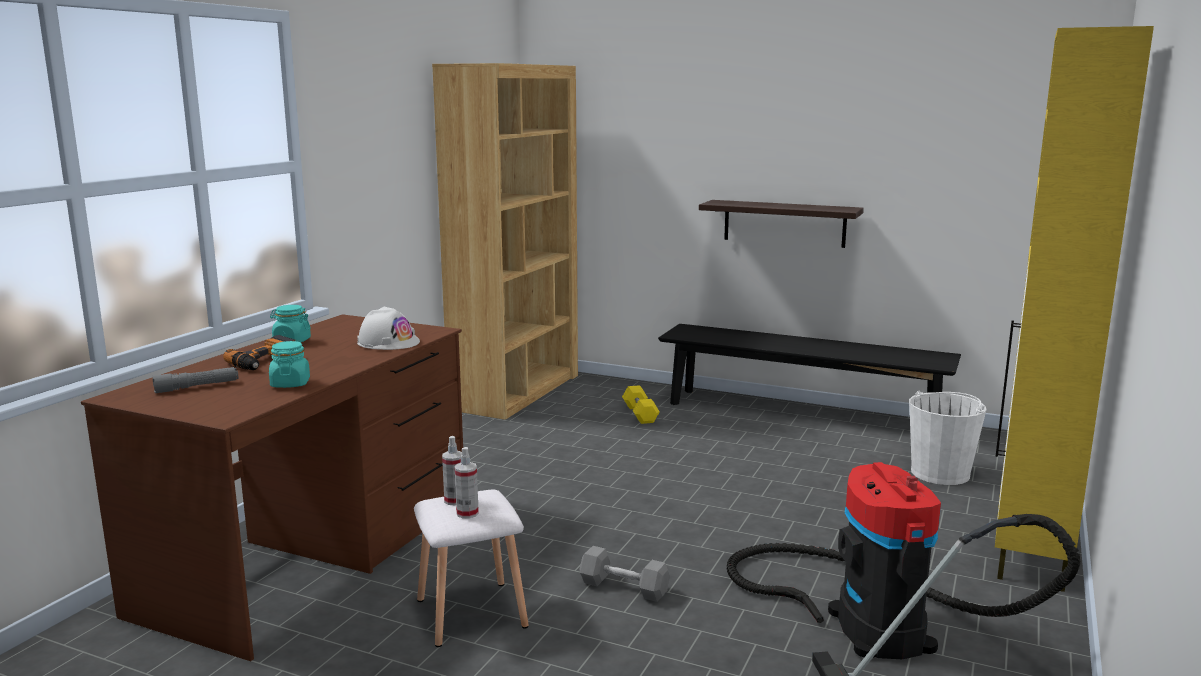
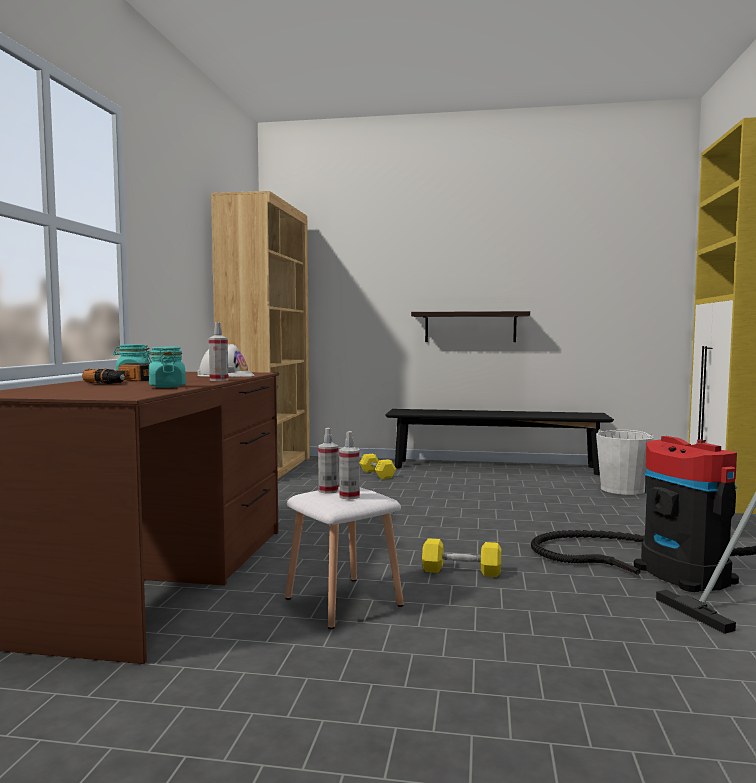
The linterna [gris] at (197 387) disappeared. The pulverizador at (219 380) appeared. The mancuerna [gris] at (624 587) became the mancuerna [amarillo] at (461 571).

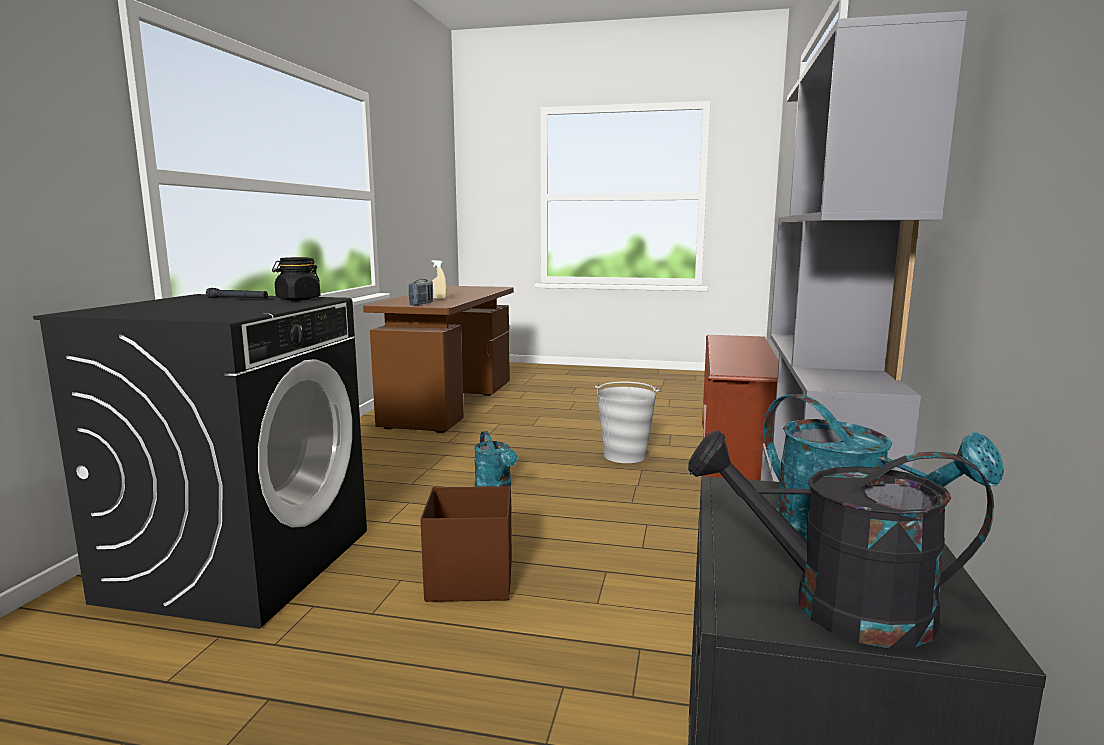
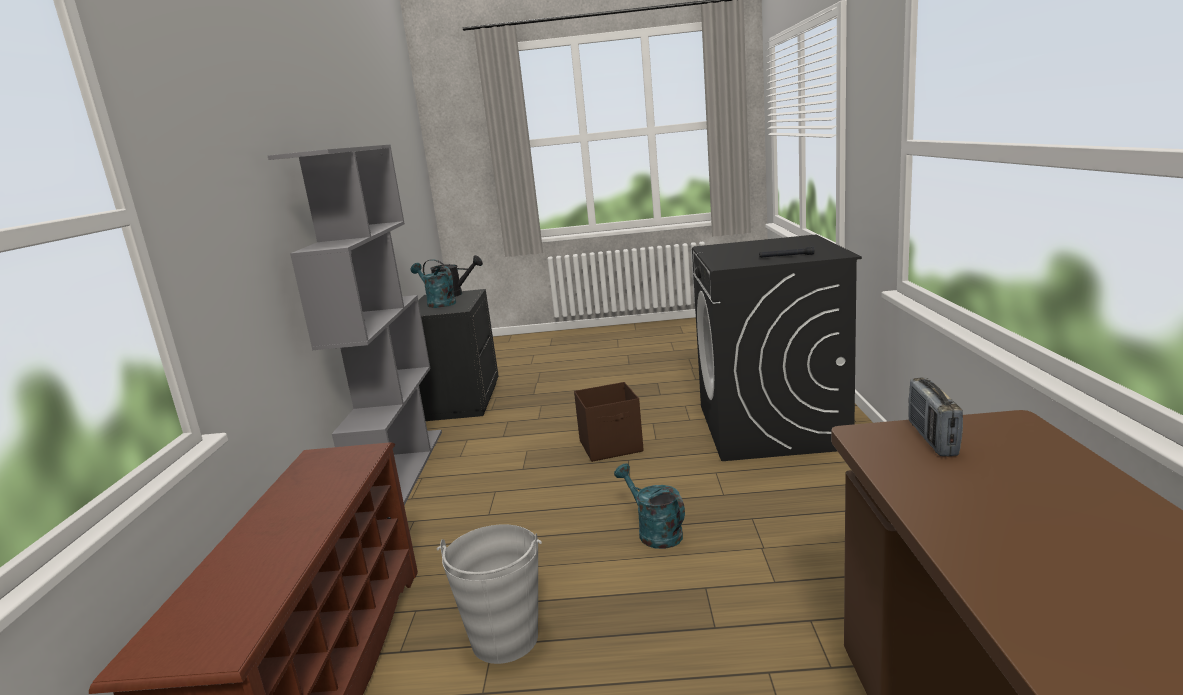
The tarro [negro] at (298 299) disappeared. The pulverizador [beis] at (439 298) disappeared.

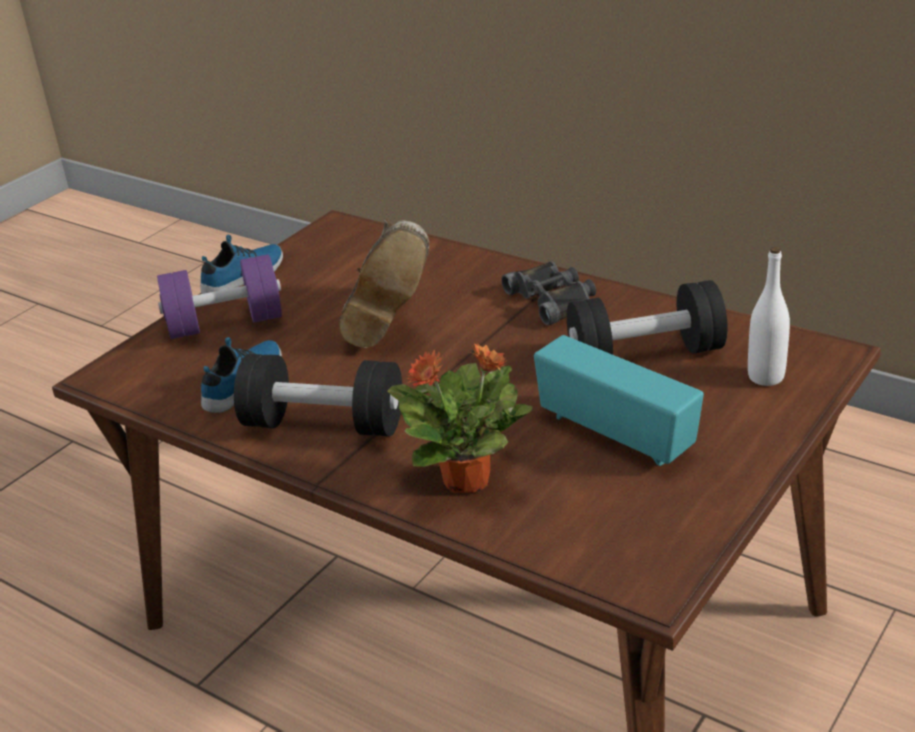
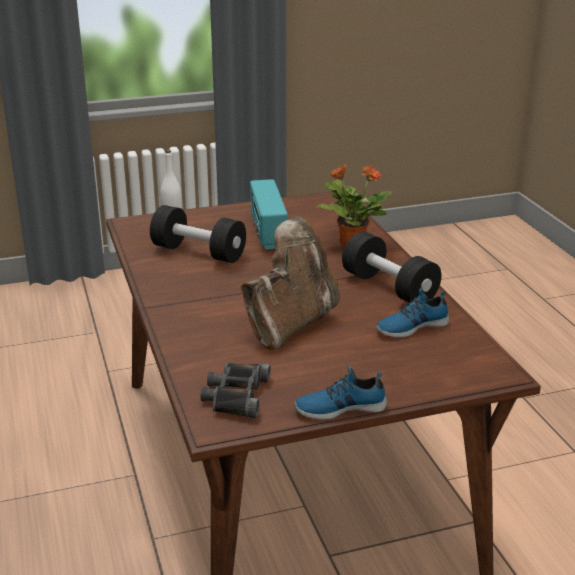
The mancuerna [morado] at (225 323) disappeared. The prismáticos [negro] moved from (553 299) to (235 395).

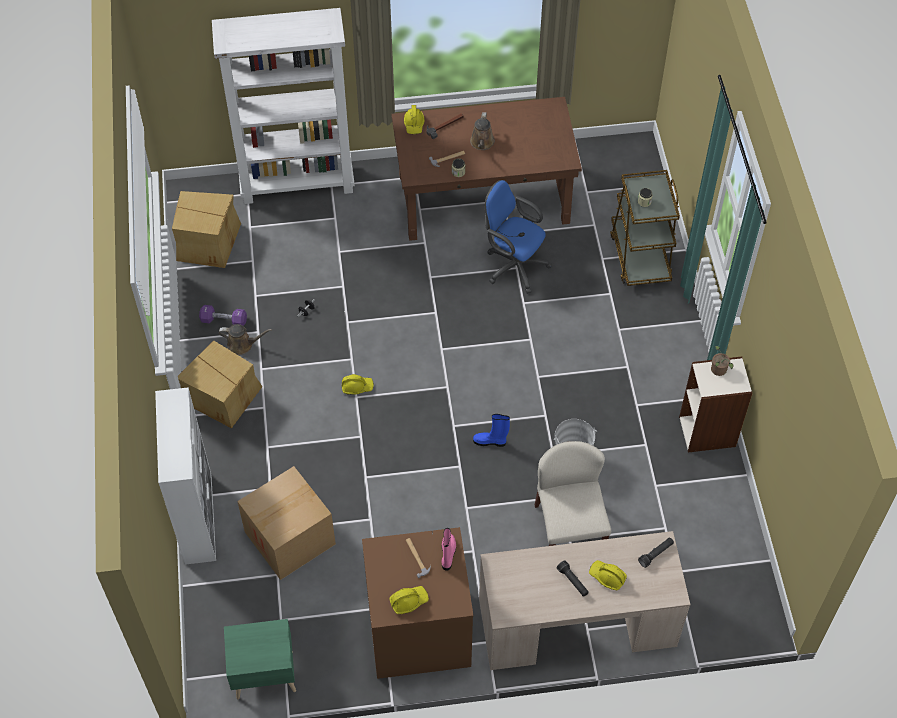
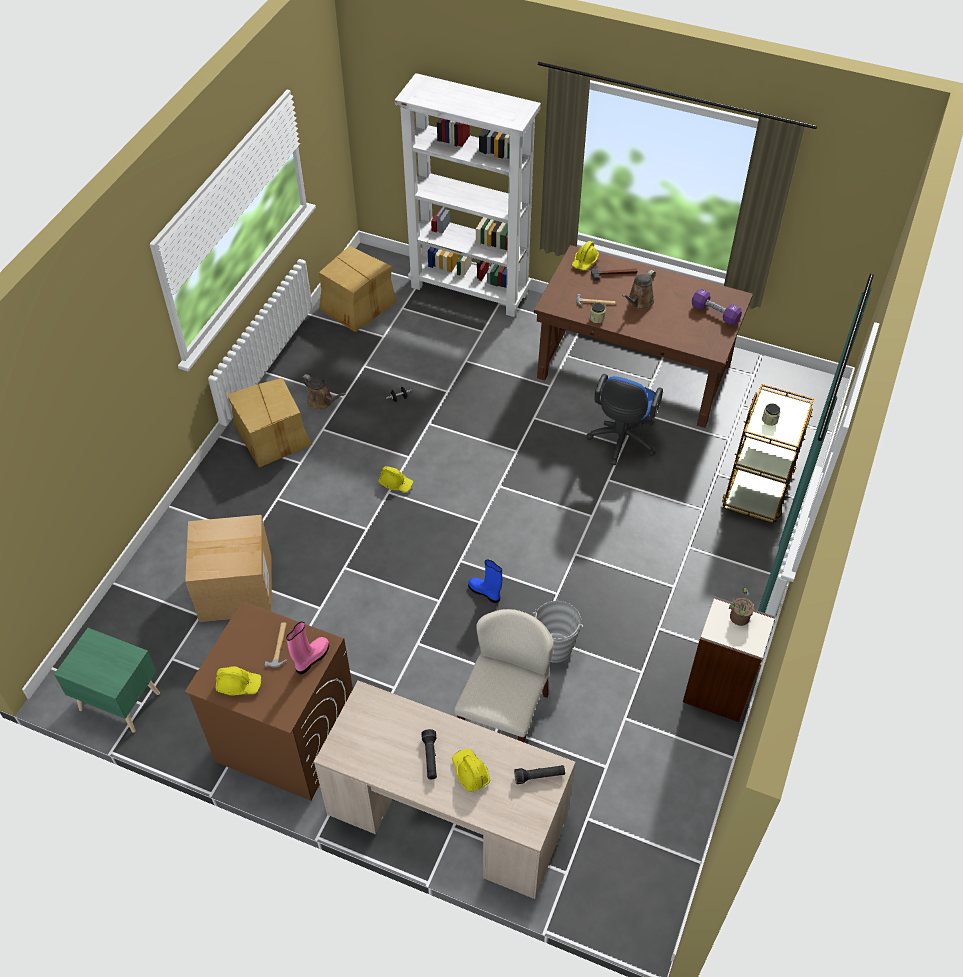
The armario [blanco] at (198 518) disappeared. The mancuerna [morado] moved from (224 320) to (715 313). The silla de oficina [azul] at (513 265) turned 135 degrees counterclockwise.

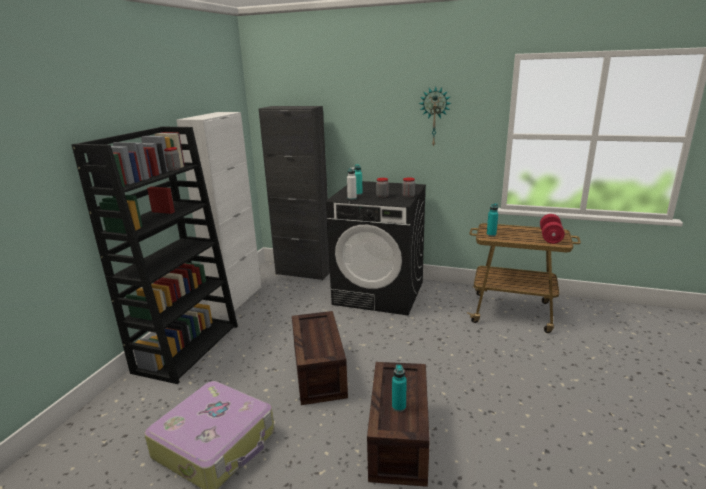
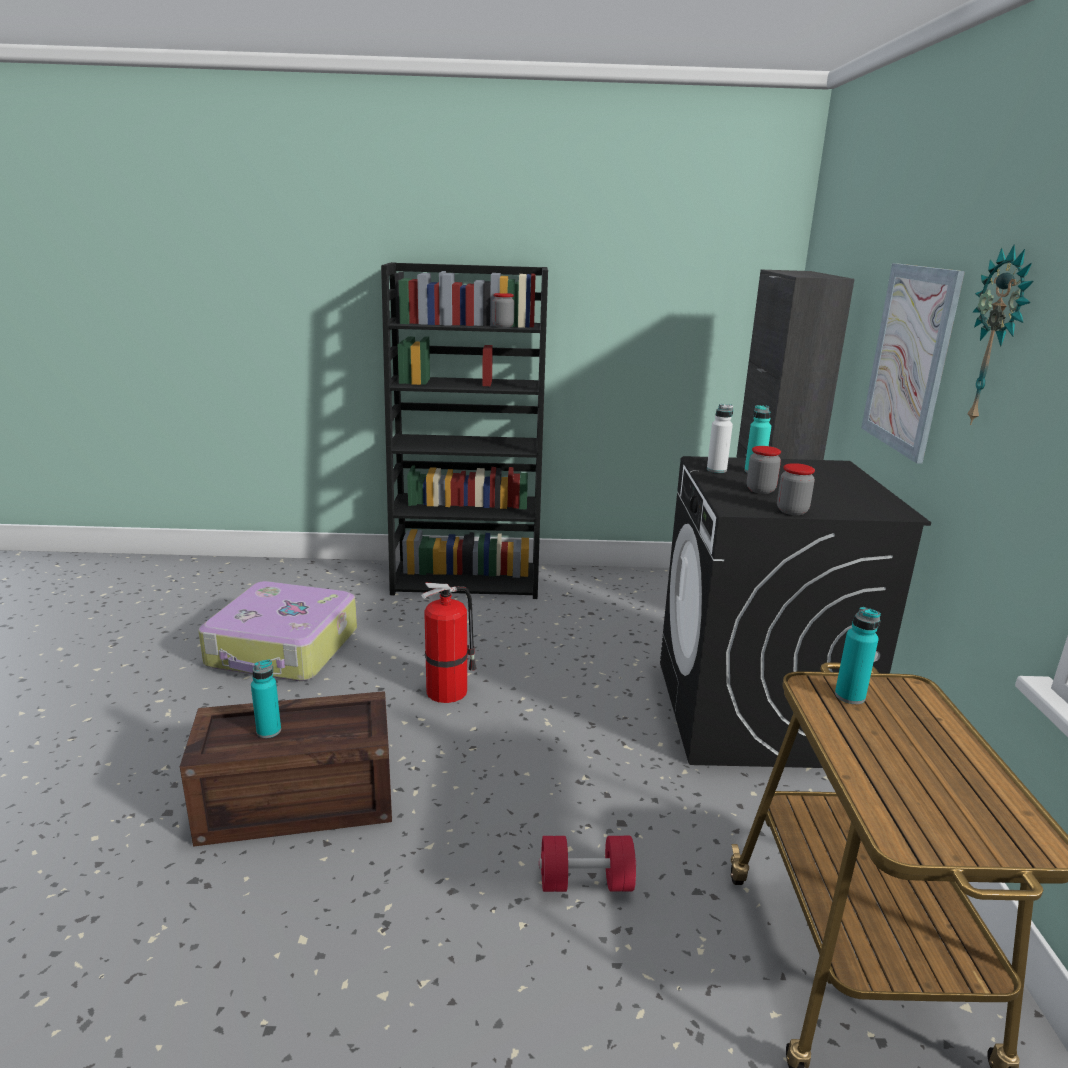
The armario [blanco] at (236 298) disappeared. The cuadro at (909 359) appeared. The mancuerna [rojo] moved from (550 237) to (586 882). The caja de embalaje at (317 372) was replaced by the extintor at (449 690).

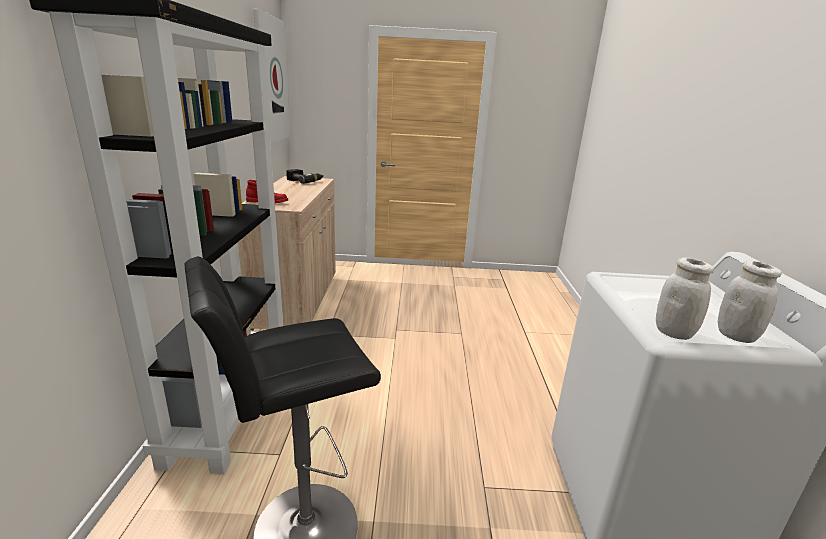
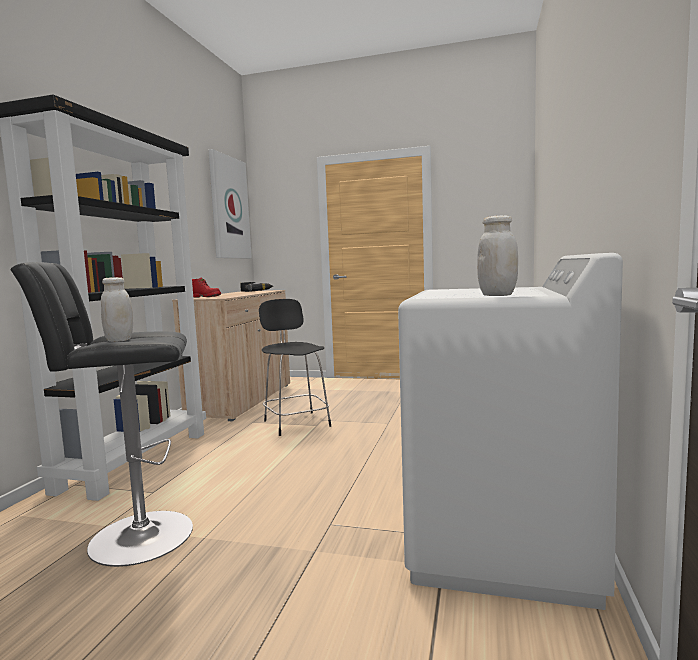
The taburete [negro] at (296 423) appeared. The tarro [blanco] moved from (673 333) to (119 340).

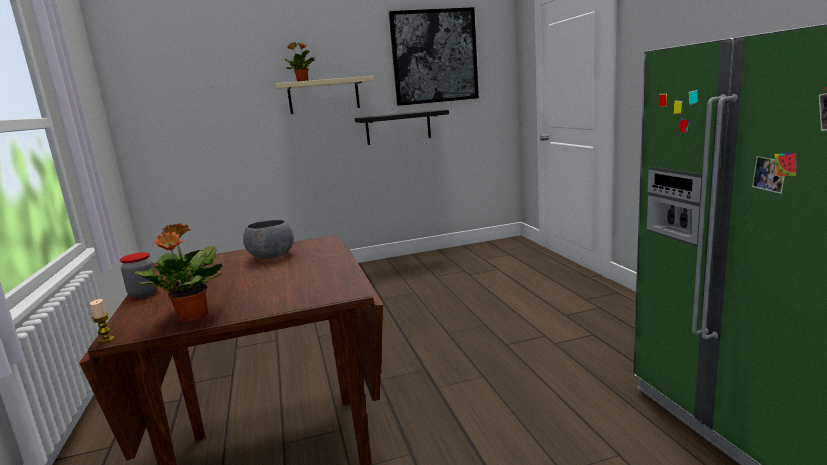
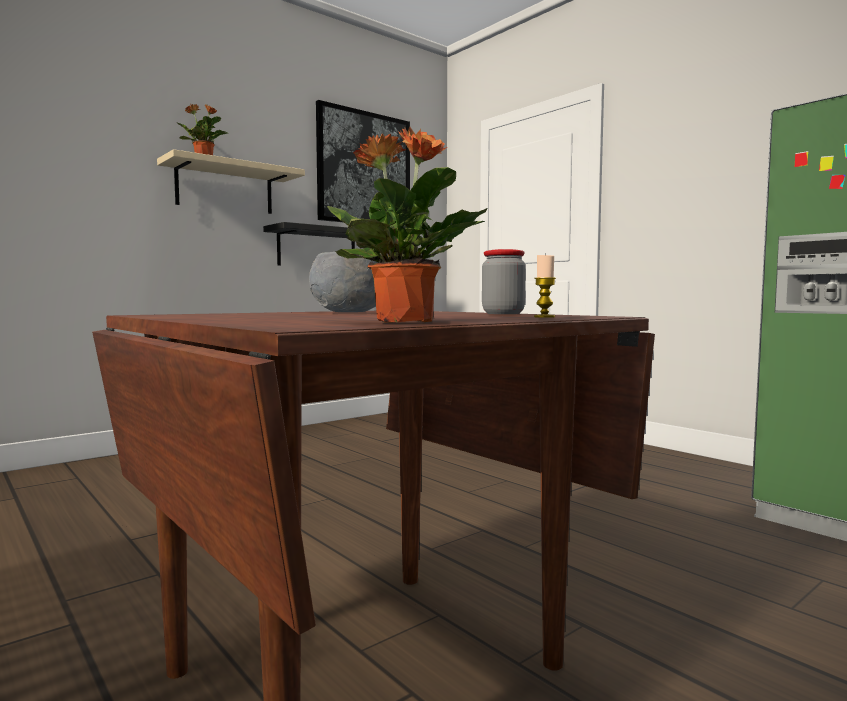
The vela moved from (106 339) to (544 317). The tarro moved from (143 294) to (503 313).

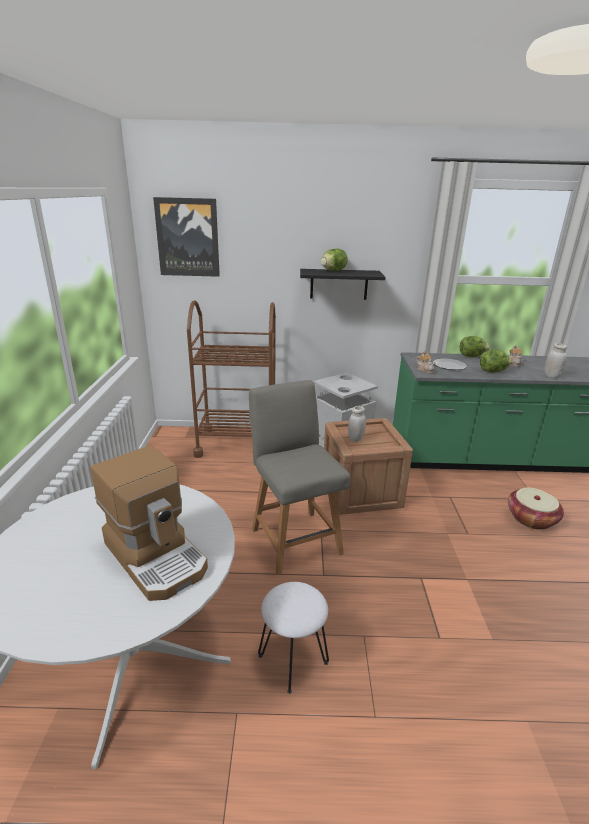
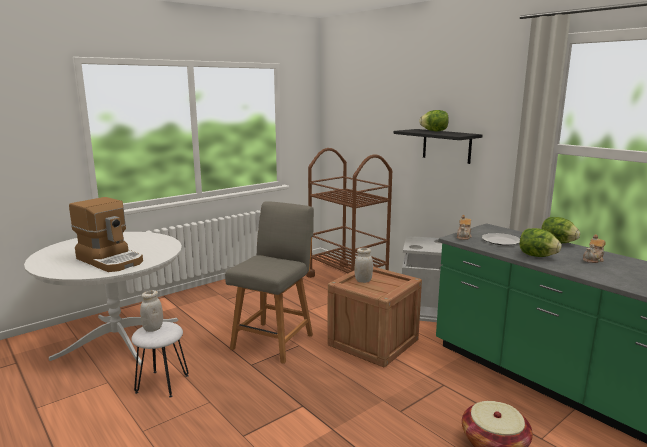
The cuadro at (188 237) disappeared. The tarro [blanco] moved from (551 376) to (153 328). The cafetera at (157 556) turned 60 degrees counterclockwise.

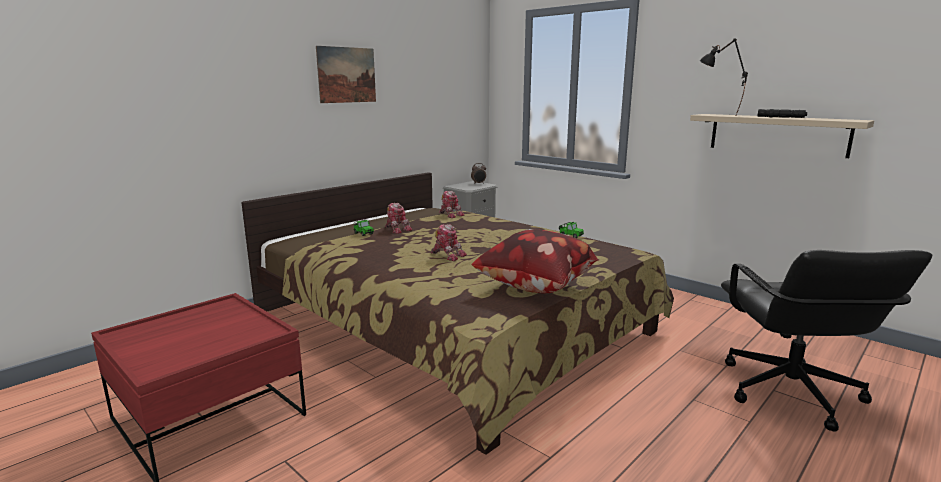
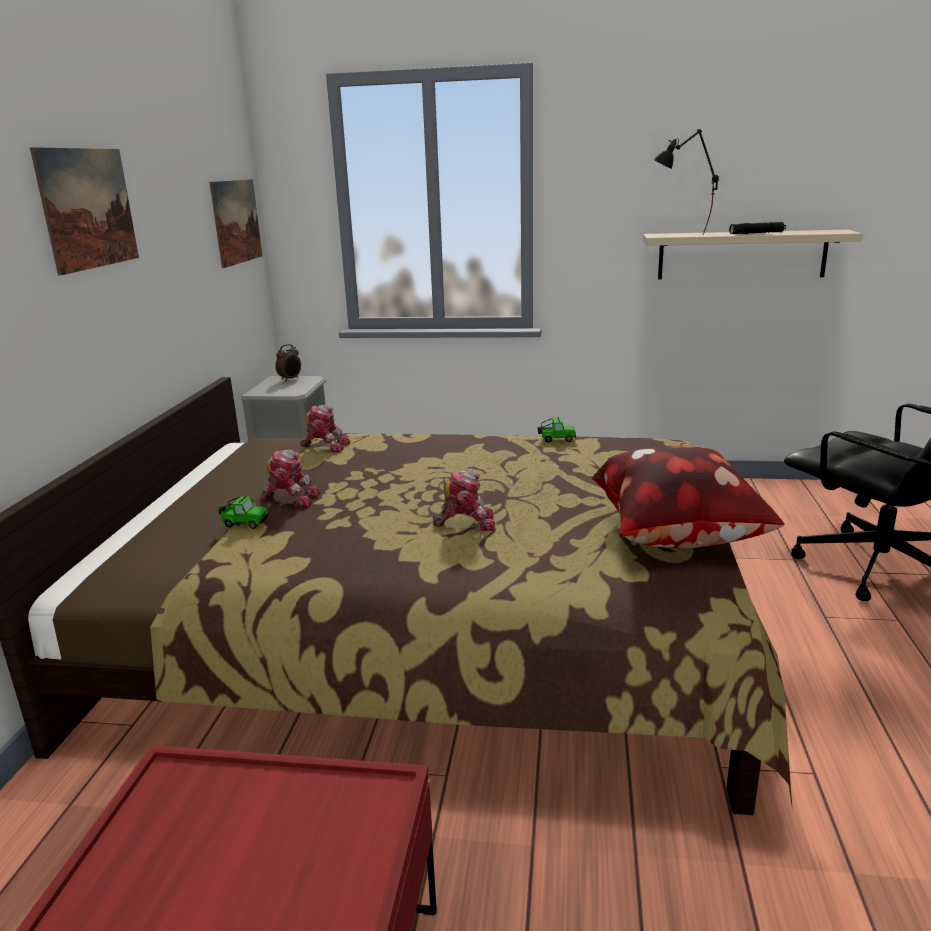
The cuadro at (236 221) appeared.

